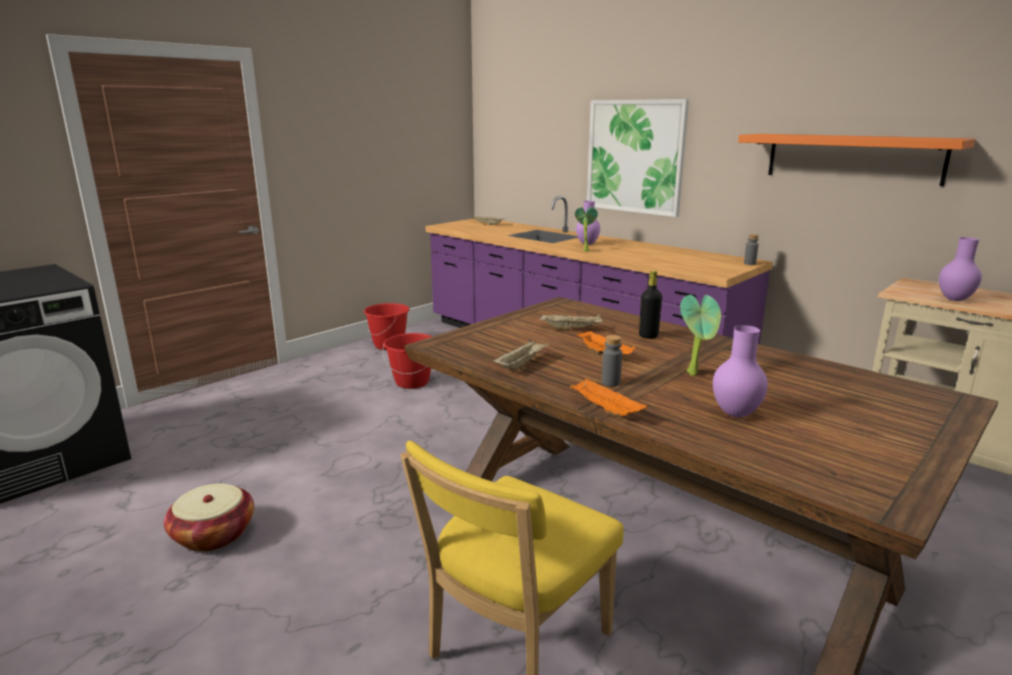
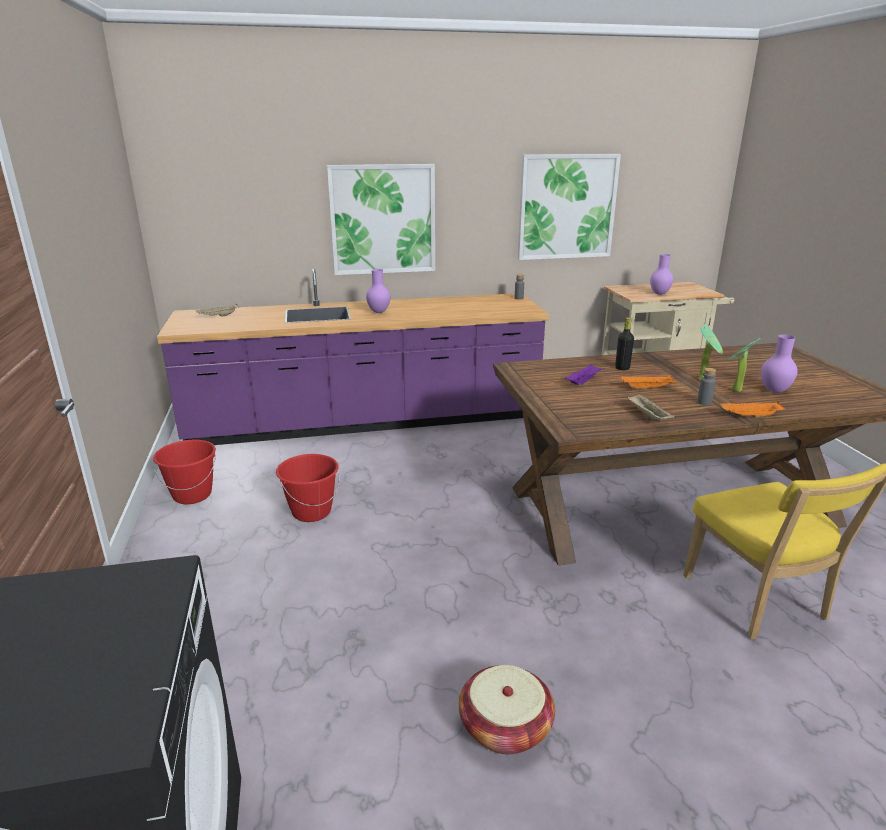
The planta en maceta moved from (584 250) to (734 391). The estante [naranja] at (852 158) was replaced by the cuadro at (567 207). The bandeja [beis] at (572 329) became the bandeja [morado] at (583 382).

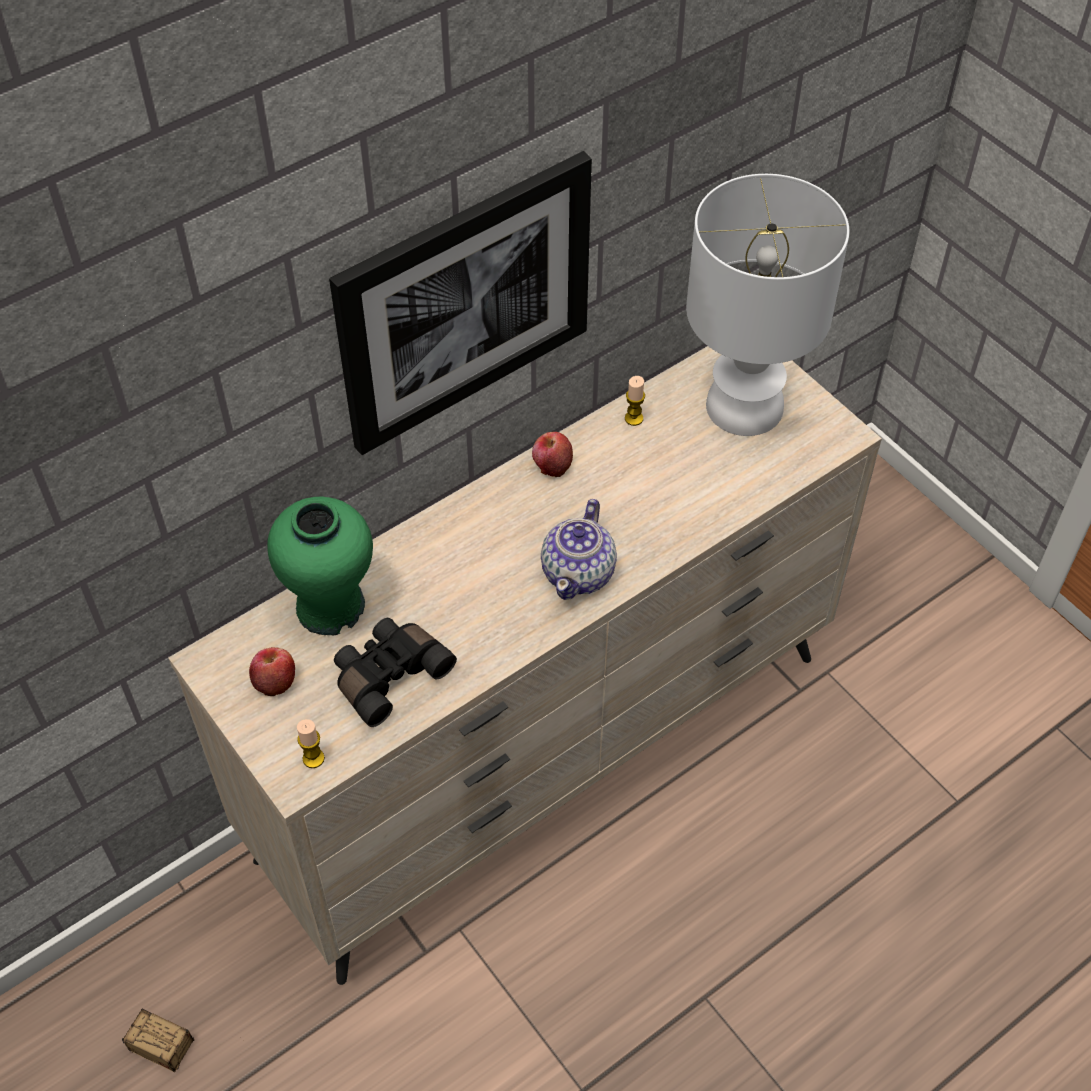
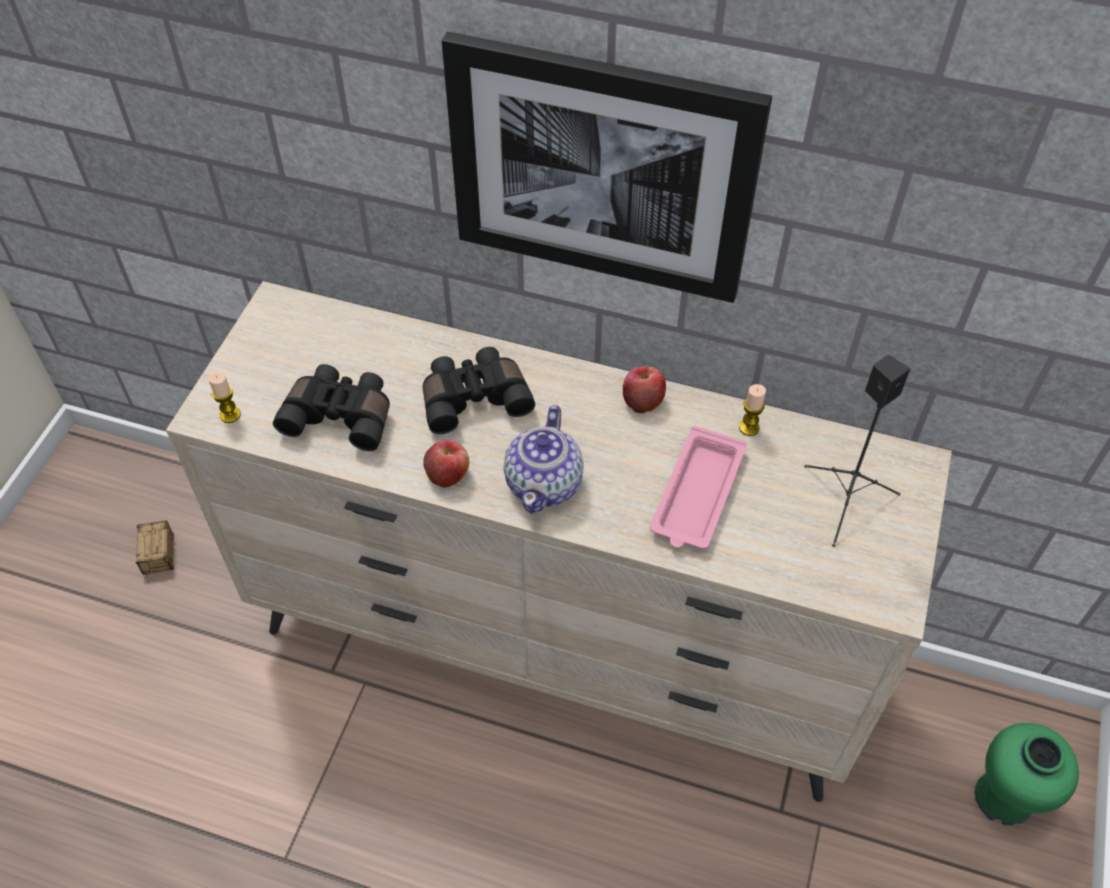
The prismáticos [negro] at (474 398) appeared. The bandeja [rosa] at (696 495) appeared. The manzana moved from (275 681) to (448 474). The florero [verde] moved from (331 606) to (1004 797). The lámpara de mesa [blanco] at (743 405) was replaced by the altavoz [negro] at (847 500). The tetera at (579 572) turned 60 degrees counterclockwise.

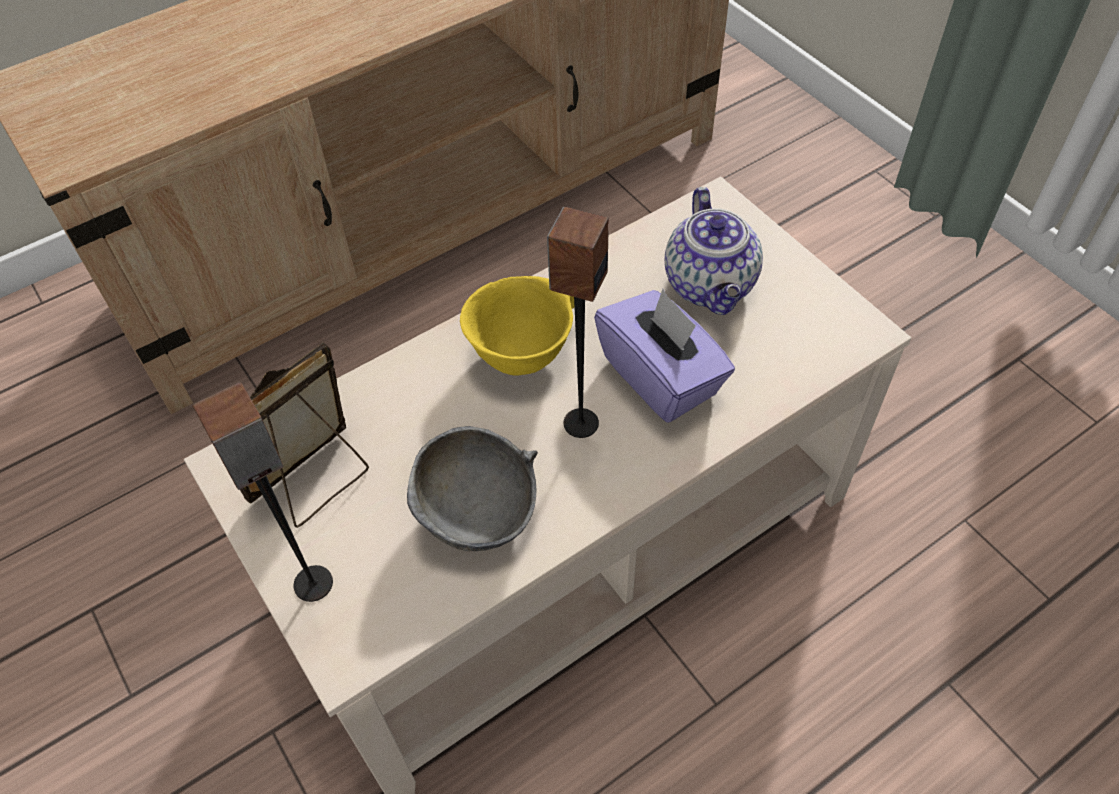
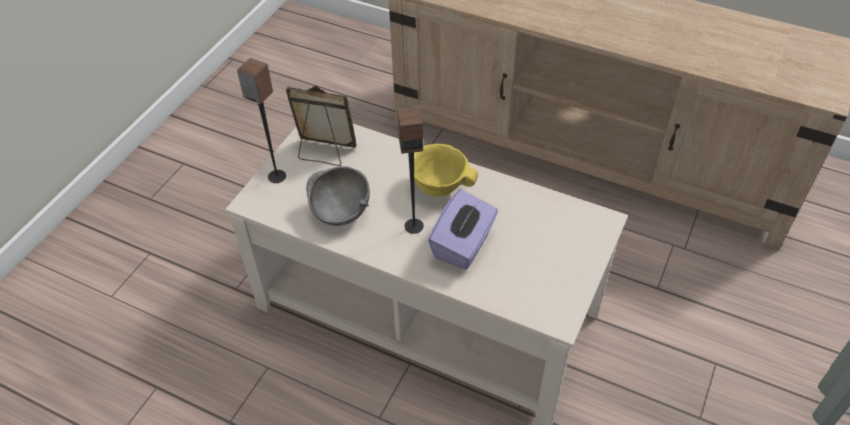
The tetera at (711 286) disappeared.

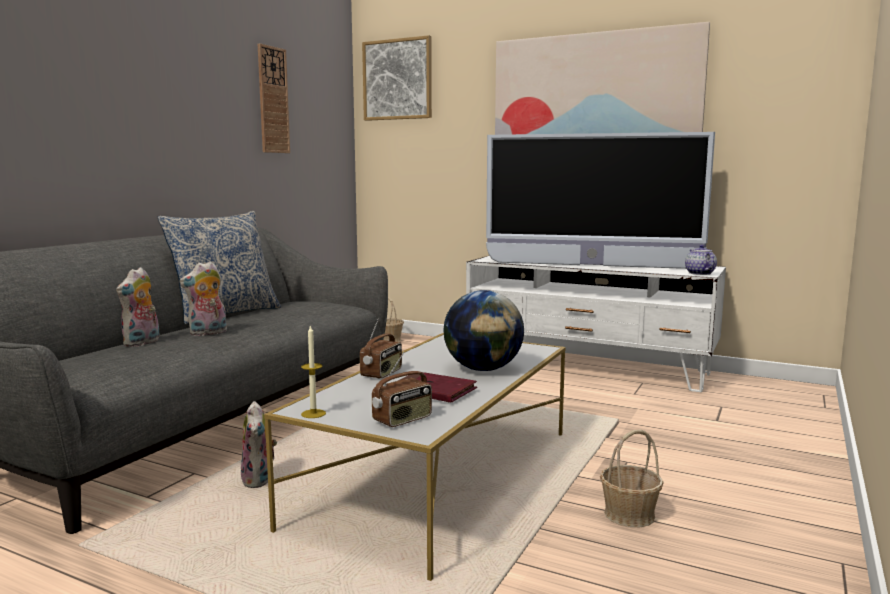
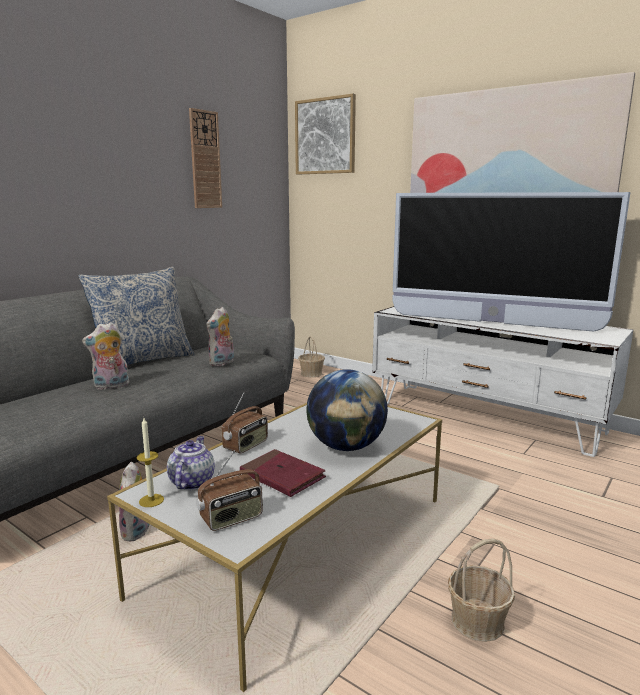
The peluche moved from (142 343) to (222 363). The tetera moved from (699 273) to (191 482).

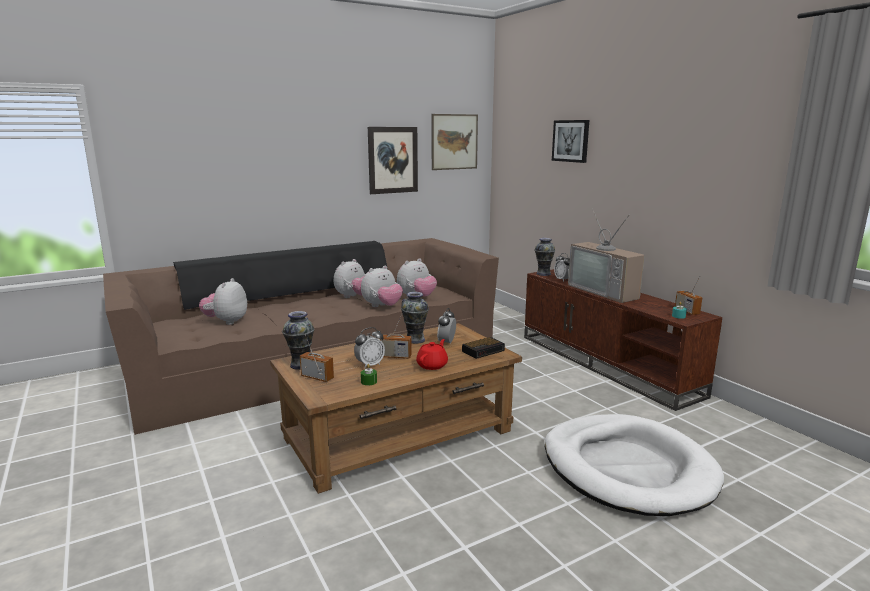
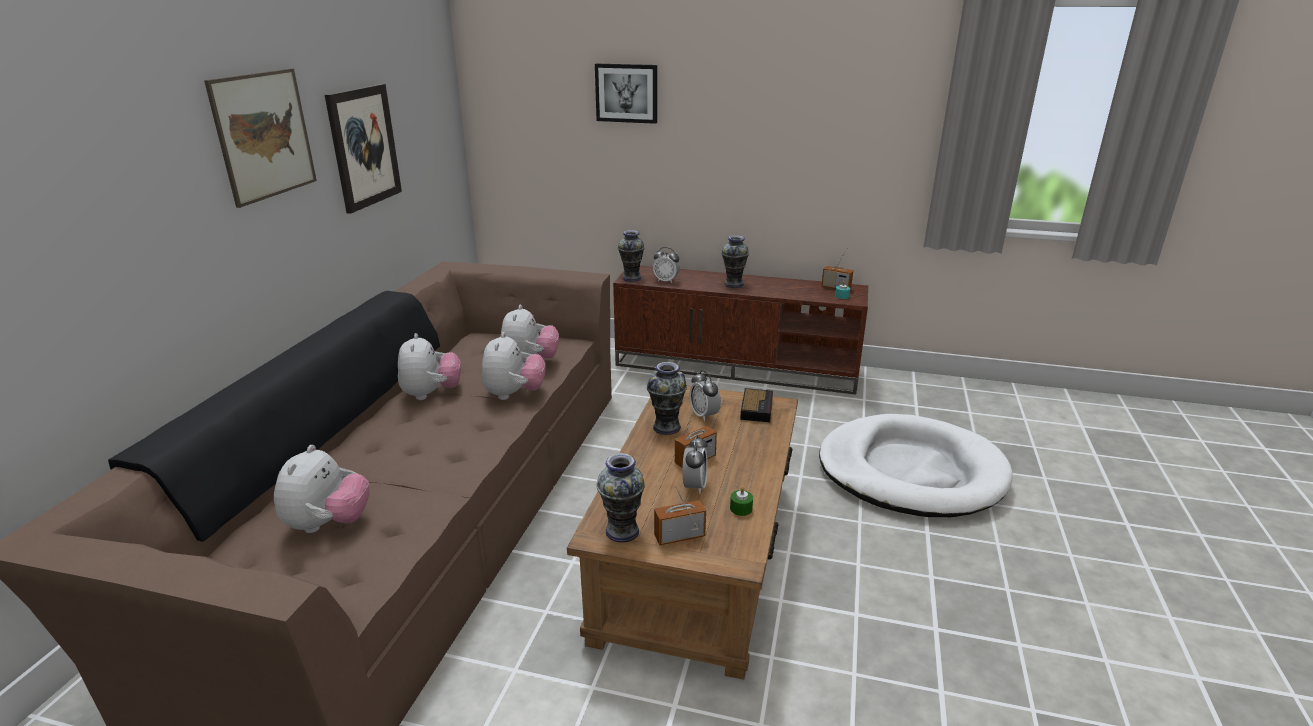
The tetera [rojo] at (432 365) disappeared. The cuadro moved from (454 142) to (264 135). The televisor at (606 291) was replaced by the florero at (734 284). The peluche at (226 321) turned 135 degrees counterclockwise.

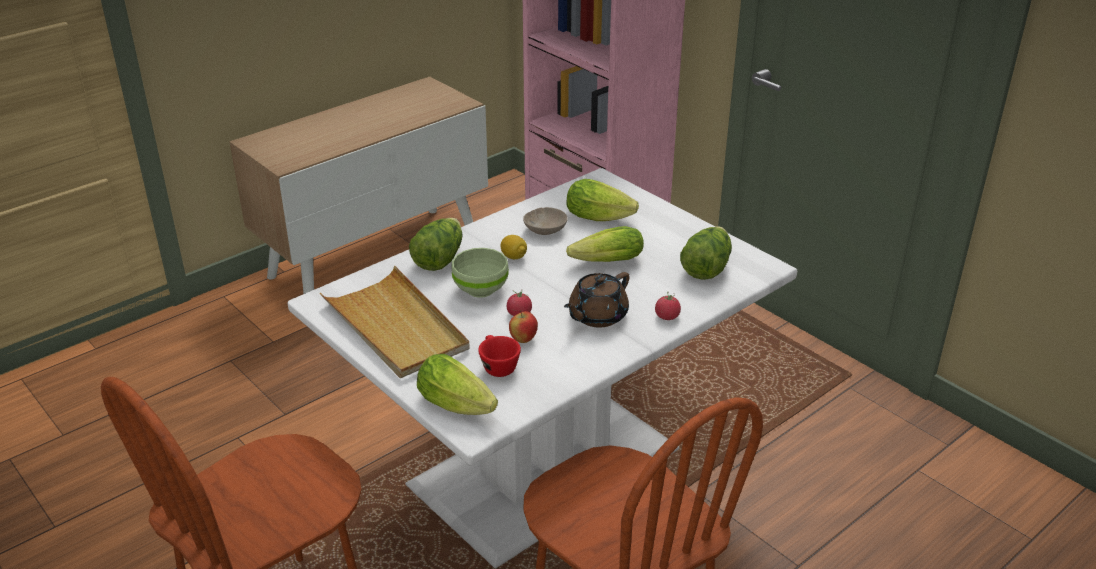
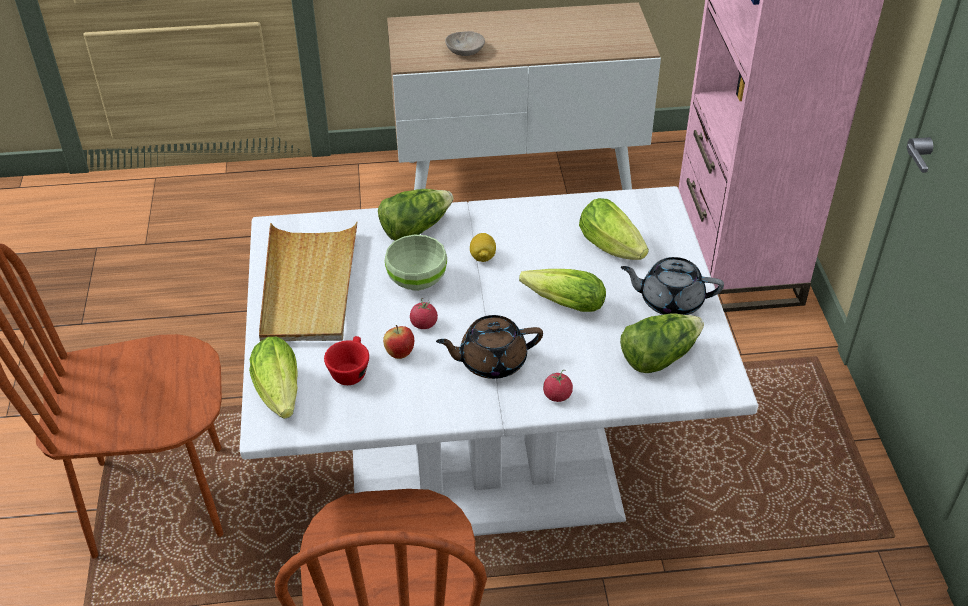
The tetera [gris] at (670 301) appeared. The cuenco [beis] moved from (545 230) to (465 52).

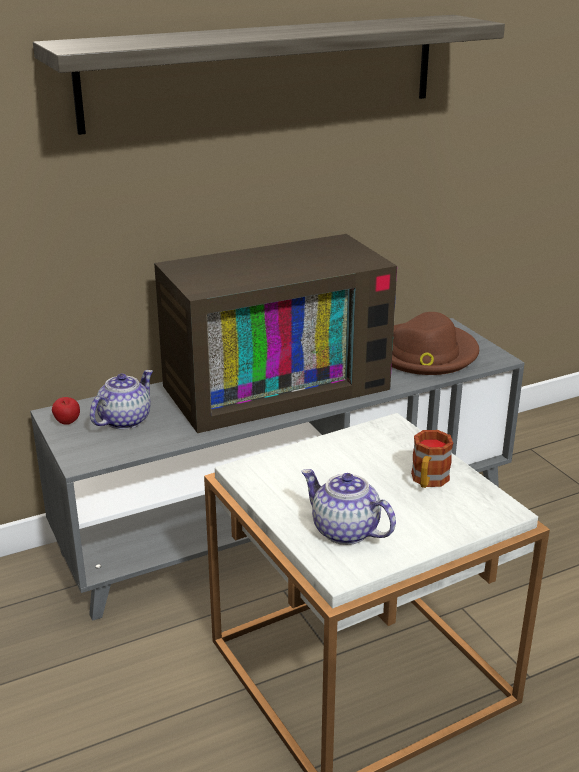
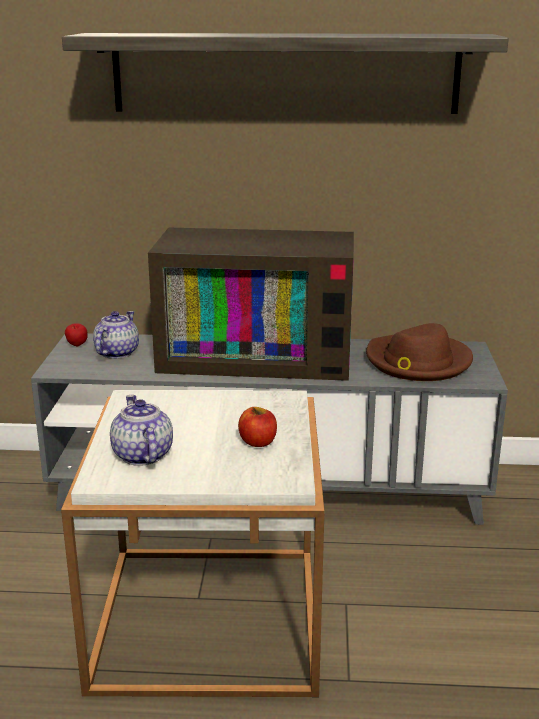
The taza grande at (428 481) was replaced by the manzana at (258 442). The tetera at (124 420) turned 45 degrees counterclockwise.

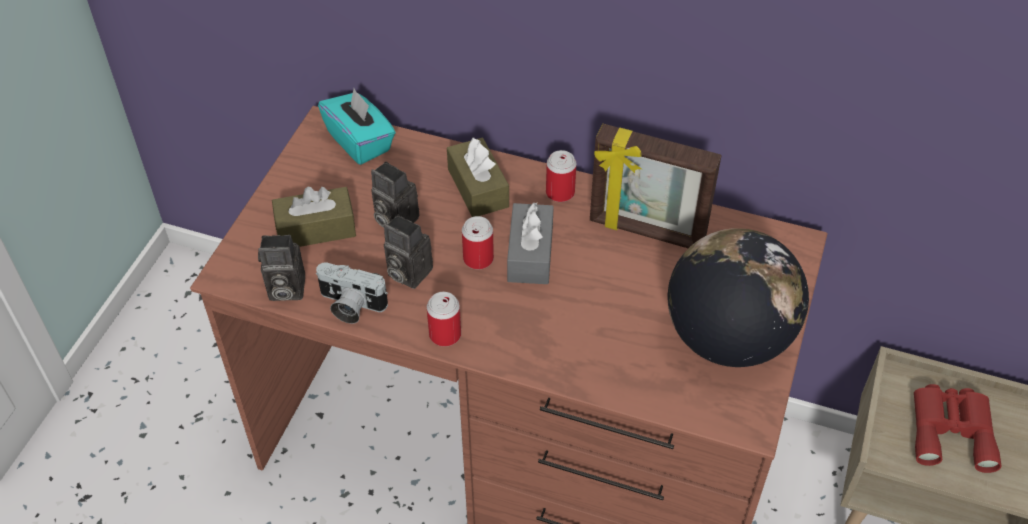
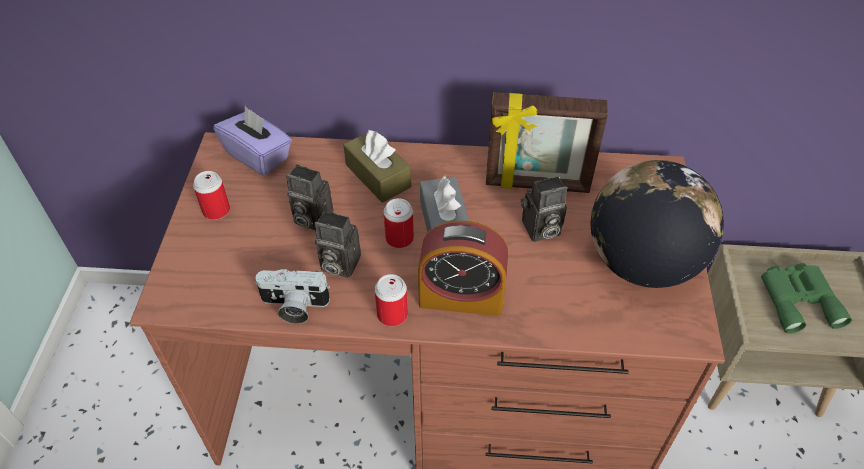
The caja de pañuelos [marrón] at (316 229) disappeared. The despertador at (461 297) appeared. The cámara moved from (284 289) to (540 230). The lata moved from (560 192) to (216 210). The caja de pañuelos [turquesa] at (360 142) became the caja de pañuelos [morado] at (258 156). The prismáticos [rojo] at (951 429) became the prismáticos [verde] at (798 299).

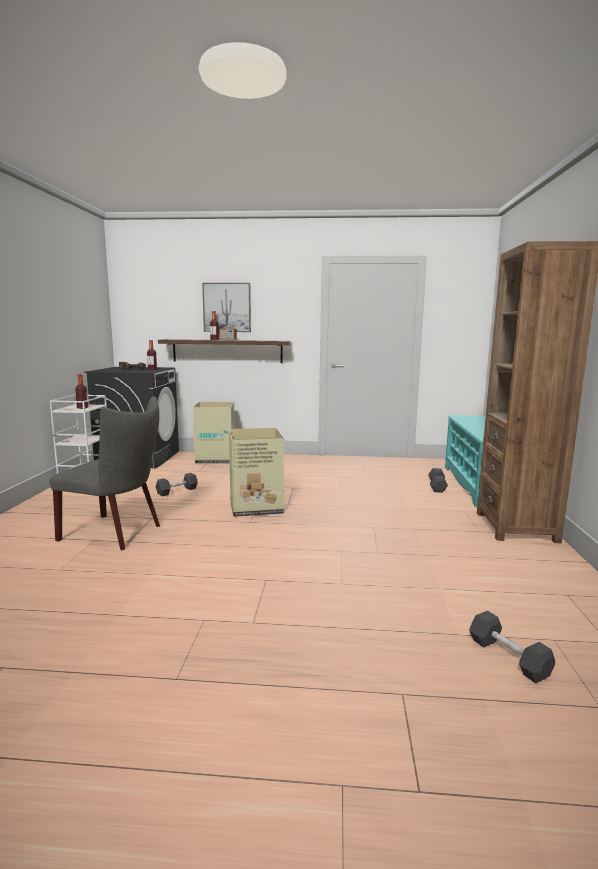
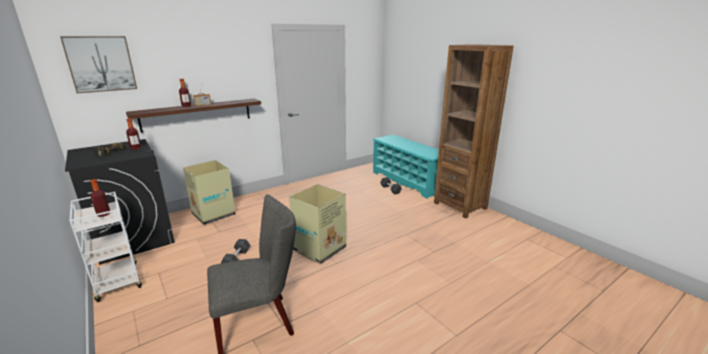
The mancuerna [gris] at (508 657) disappeared. The cuadro moved from (227 307) to (101 64).

